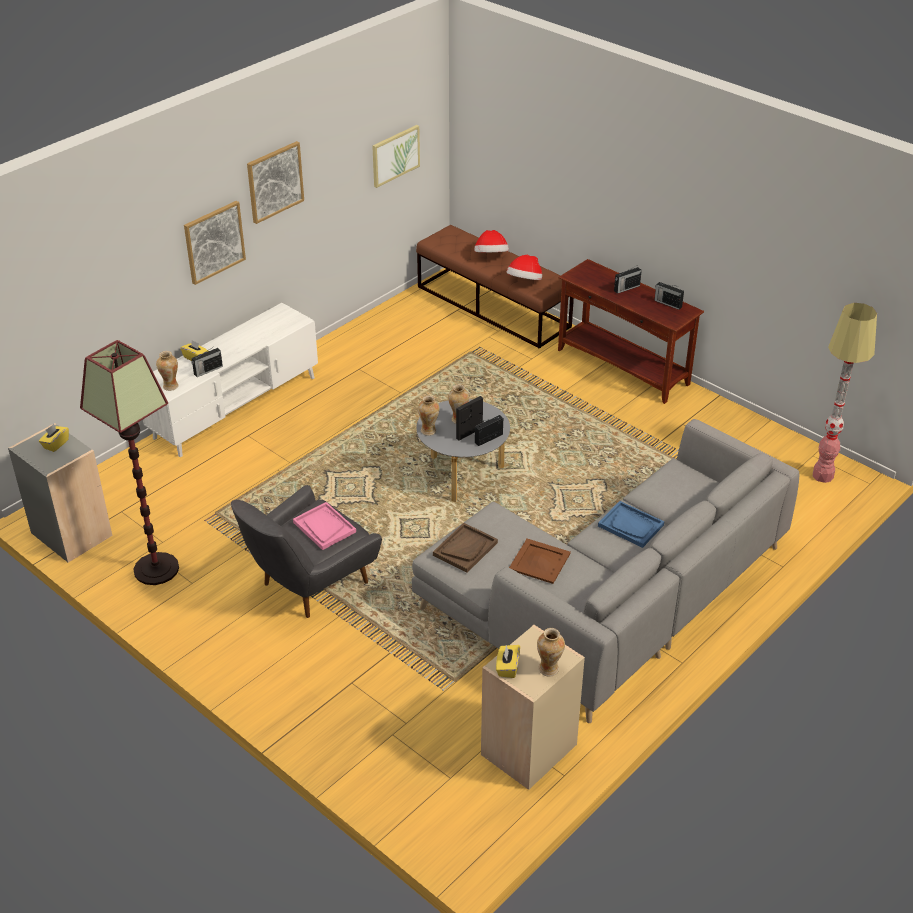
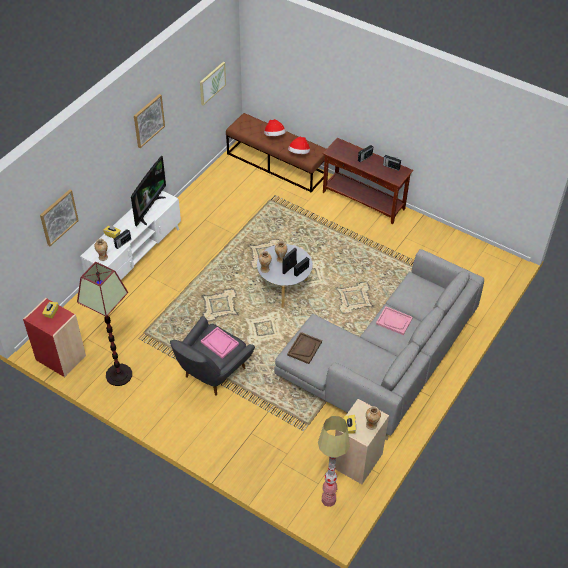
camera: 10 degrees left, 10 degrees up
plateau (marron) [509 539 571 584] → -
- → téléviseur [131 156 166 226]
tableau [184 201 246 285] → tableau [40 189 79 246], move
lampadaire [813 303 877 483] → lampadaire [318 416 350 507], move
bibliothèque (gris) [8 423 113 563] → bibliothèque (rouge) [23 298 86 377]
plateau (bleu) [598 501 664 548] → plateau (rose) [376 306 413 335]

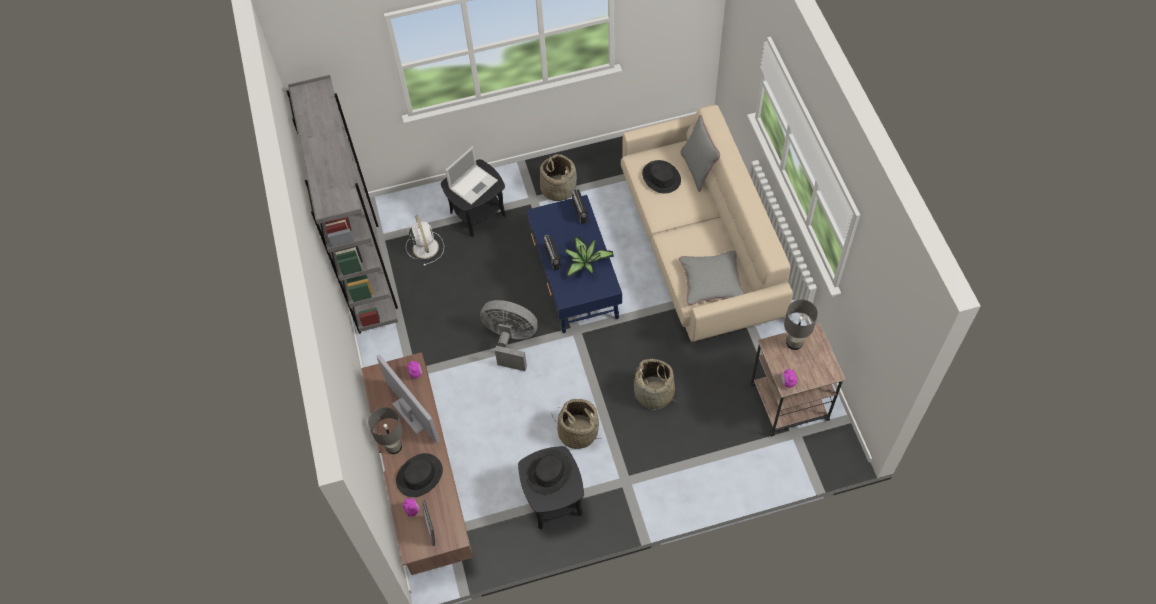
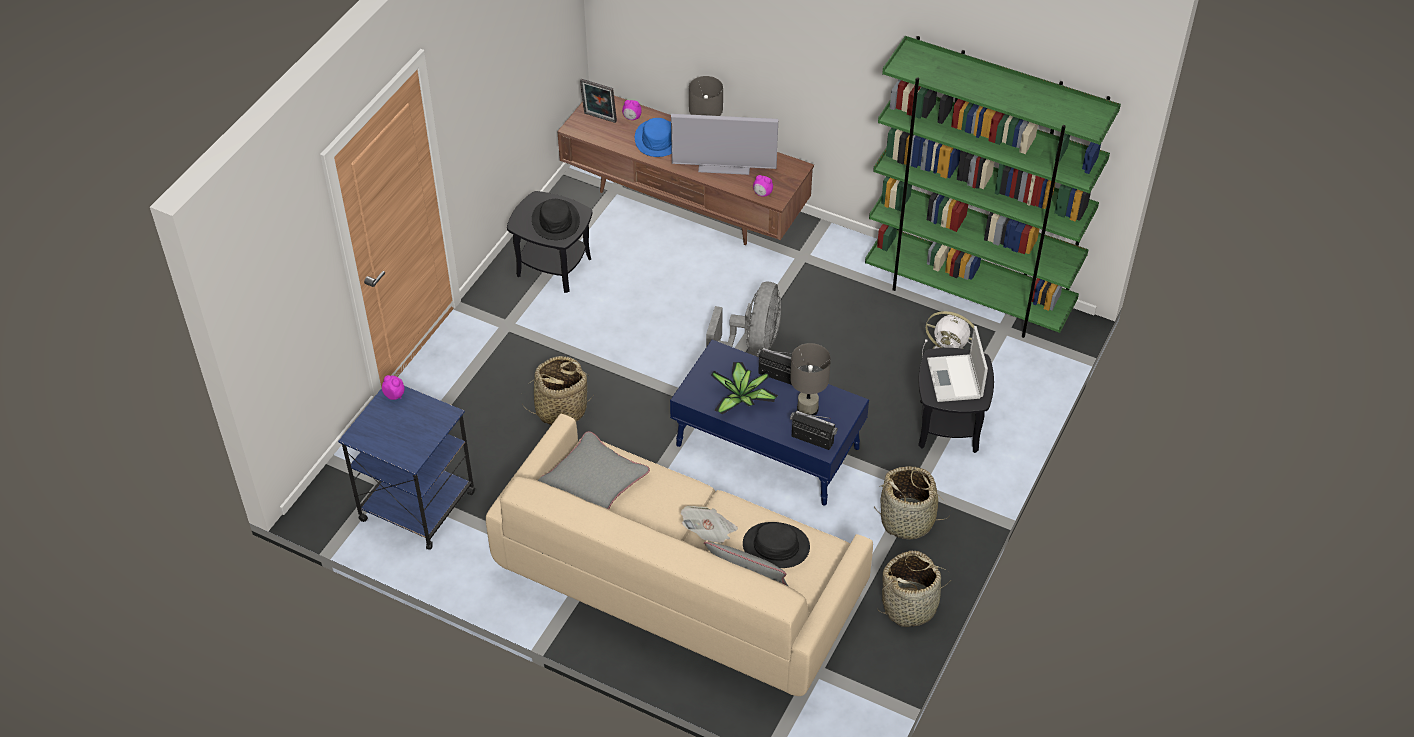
camera: 130 degrees right, 10 degrees down
- → journal [681 506 738 543]
panier [551 399 601 449] → panier [878 551 951 627], move
lampe de table (gris) [784 300 818 350] → lampe de table (gris) [790 343 831 416], move
bibliothèque (gris) [286 75 398 333] → bibliothèque (vert) [865 36 1121 338]
chapeau (noir) [396 453 443 497] → chapeau (bleu) [635 118 672 157]
chariot (marron) [750 323 846 437] → chariot (bleu) [338 386 475 550]
ventilateur (gris) [480 300 538 371] → ventilateur (gris) [706 282 781 356], 45 degrees counterclockwise

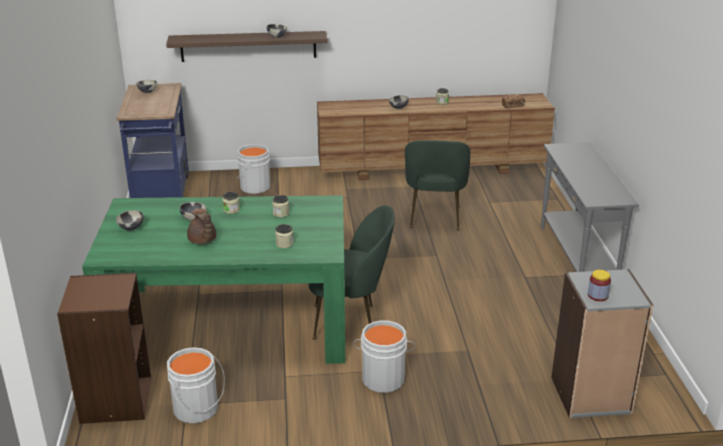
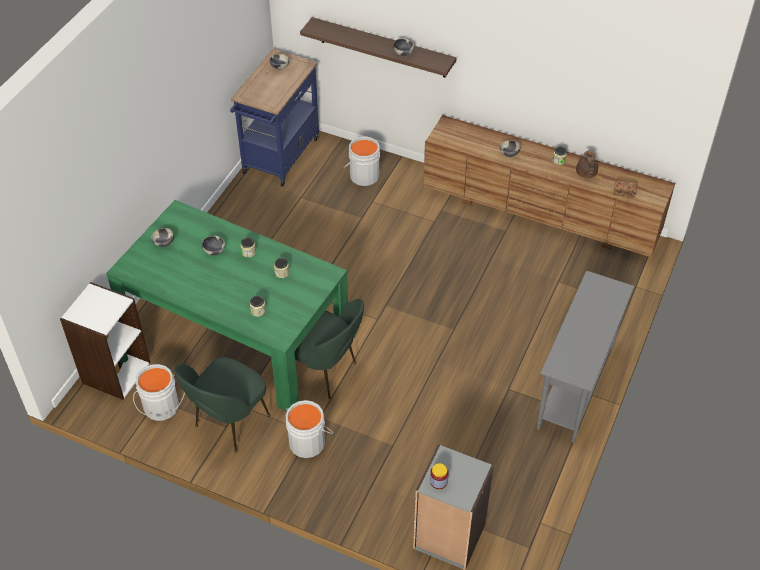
camera: 30 degrees right, 20 degrees up
théière (marron) [187 208 216 244] → théière (marron) [576 151 598 178], move
chaise (vert) [405 140 470 230] → chaise (vert) [174 357 270 452], move
bibliothèque (marron) [57 273 151 424] → bibliothèque (blanc) [60 282 150 400]

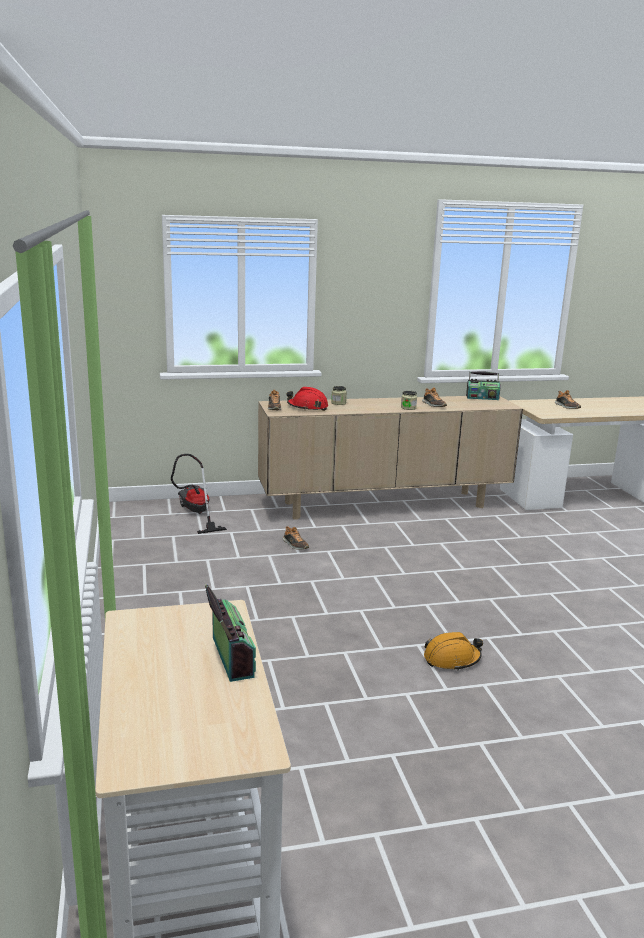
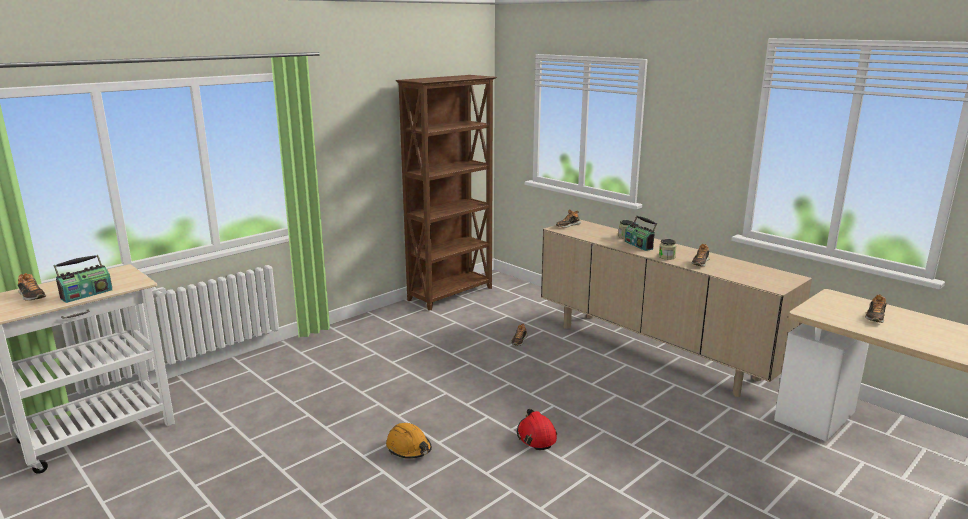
camera: 60 degrees right, 0 degrees up
aspirateur [171 454 227 534] → -
- → chaussure [18 273 46 300]
- → bibliothèque (marron) [396 75 497 311]
casque de chantier (rouge) [287 387 328 411] → casque de chantier (rouge) [517 409 557 450], move
radio [466 371 500 400] → radio [625 216 657 251], move

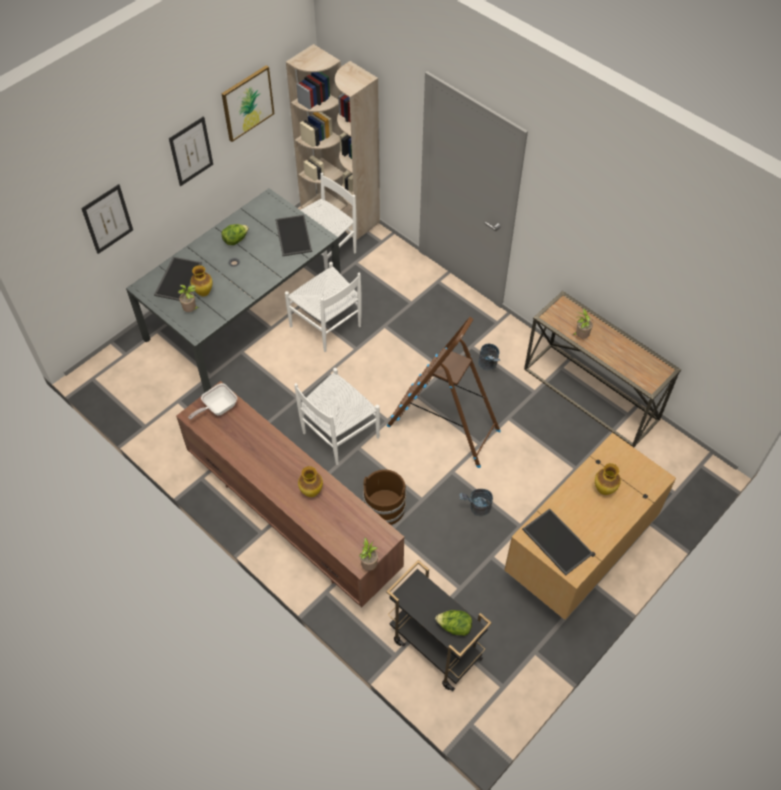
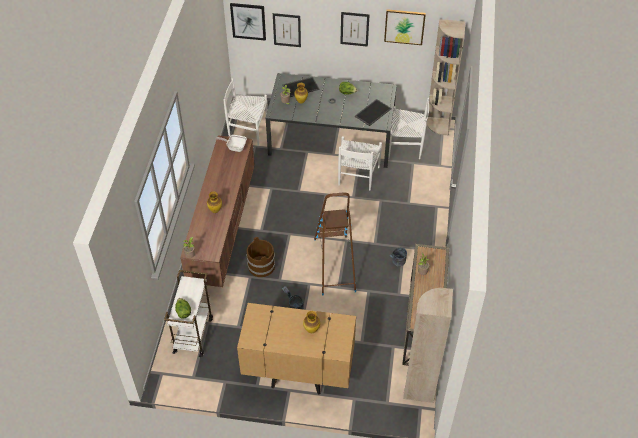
camera: 55 degrees right, 5 degrees down
plateau [522 509 593 576] → -
- → tableau [230 3 266 41]
chaise (blanc) [294 368 380 465] → chaise (blanc) [223 78 268 146], move
bibliothèque (beige) [335 61 380 240] → bibliothèque (beige) [403 288 453 403], move
chariot (noir) [386 560 492 691] → chariot (blanc) [164 270 213 357]

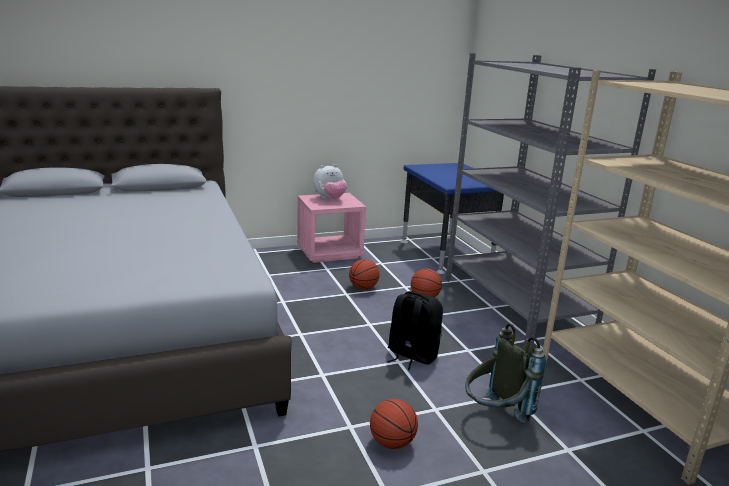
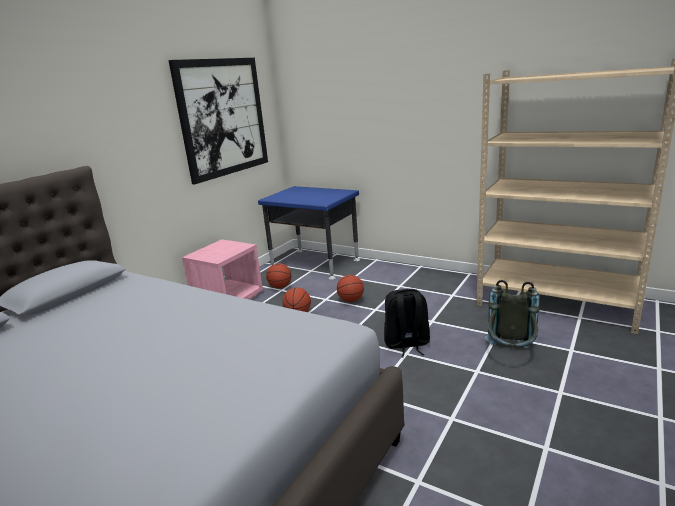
camera: 35 degrees left, 0 degrees up
peluche [313 164 347 199] → -
bibliothèque (gris) [446 53 656 349] → -
- → tableau [168 58 268 184]
ballon de basket [370 399 418 449] → ballon de basket [266 263 291 288], move

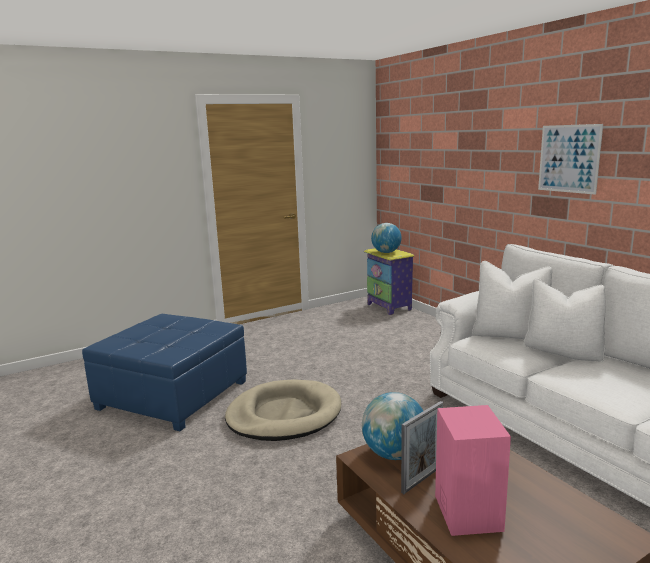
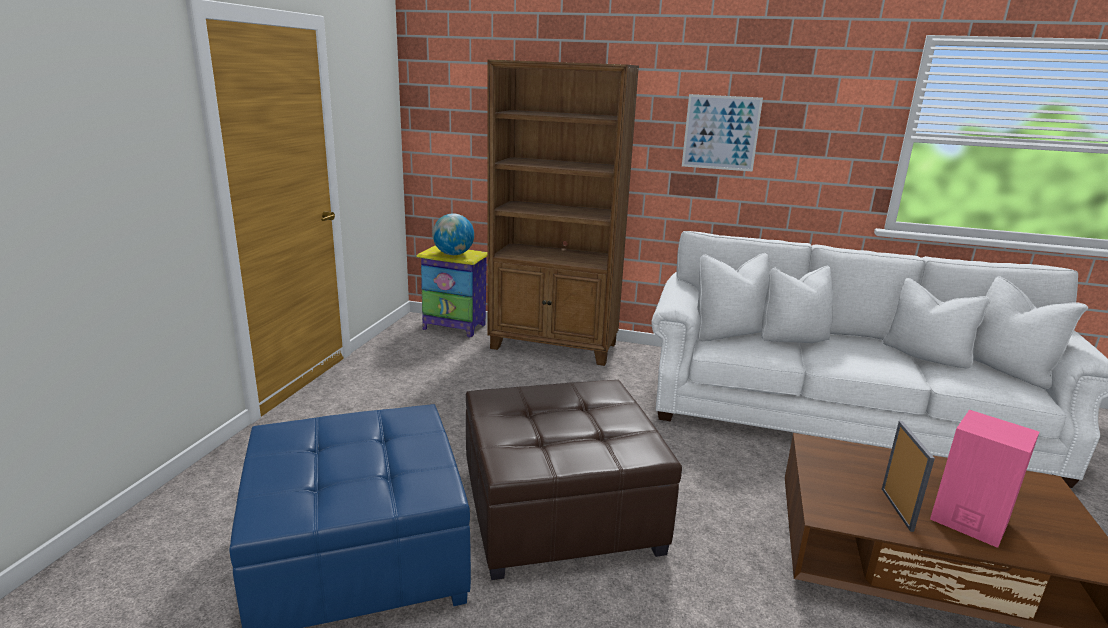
camera: 45 degrees left, 5 degrees up
globe [362 392 423 460] → -
- → bibliothèque (marron) [487 59 639 366]
panier pour chien (beige) [225 379 341 441] → pouf (marron) [466 380 682 580]

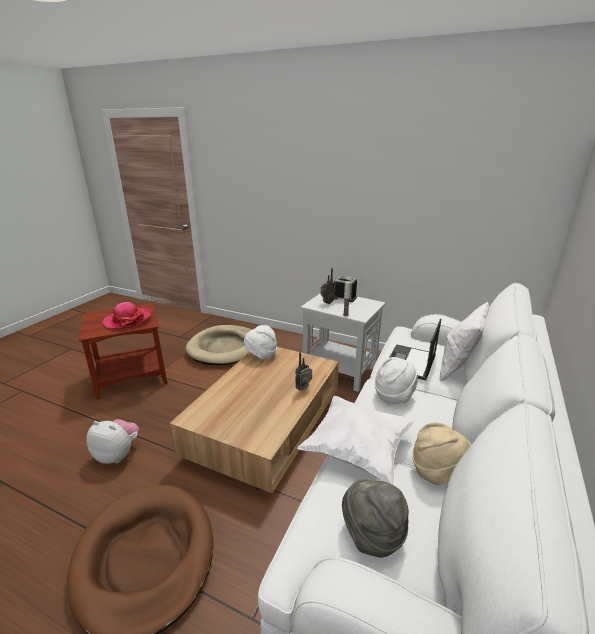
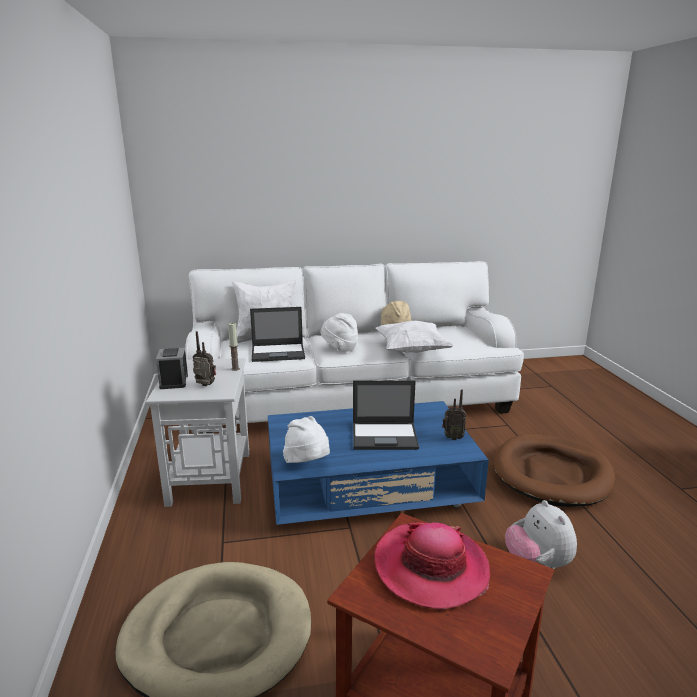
camera: 125 degrees left, 5 degrees down
chapeau (gris) [342 480 409 557] → -
- → ordinateur portable [353 380 419 450]
radio [295 352 312 390] → radio [442 389 466 440], move
table basse (marron) [169 347 339 493] → table basse (bleu) [268 401 489 525]

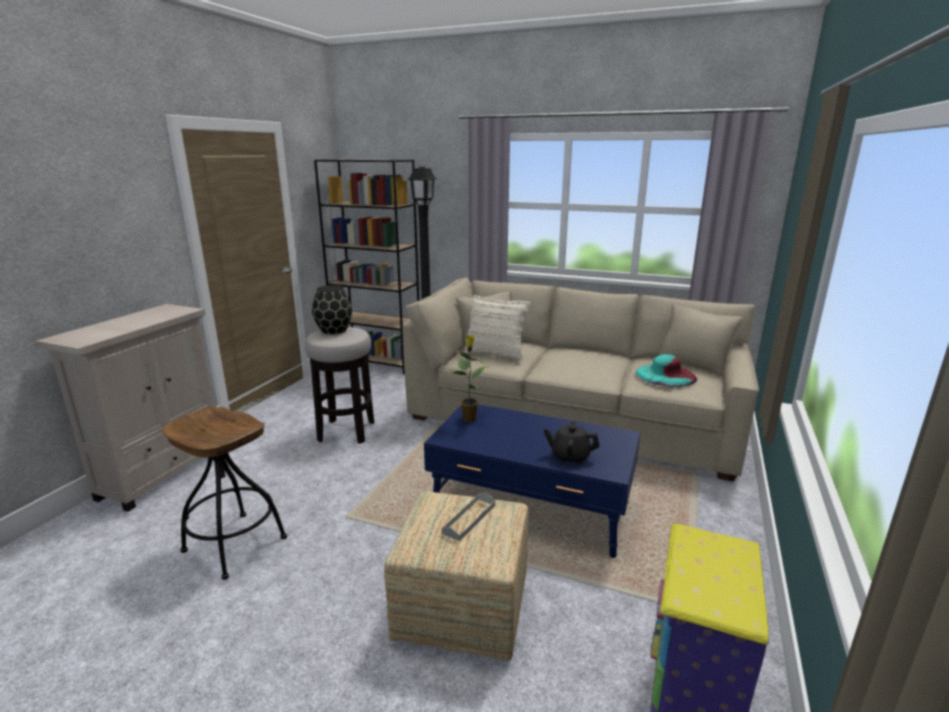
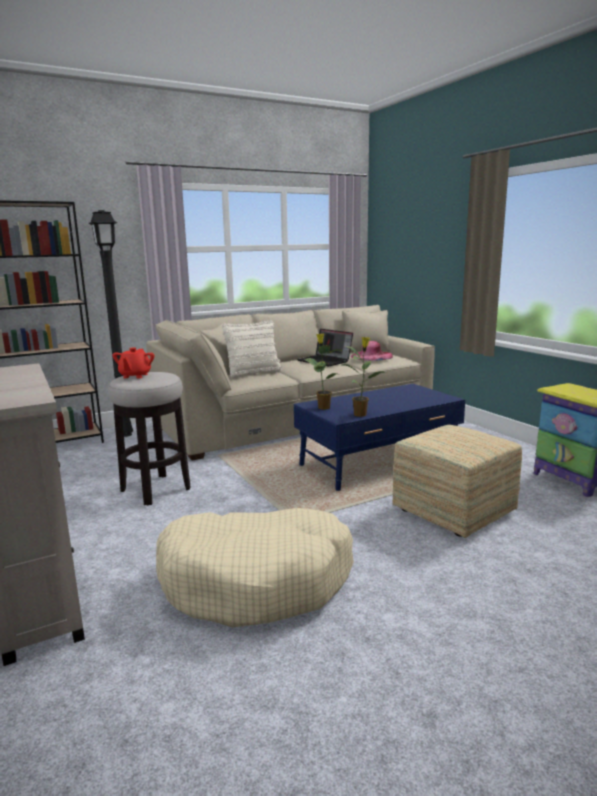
camera: 50 degrees left, 5 degrees down
plateau (gris) [441 493 495 541] → -
théière (noir) [544 421 599 465] → -
- → ordinateur portable [297 329 353 366]
- → plante en pot [342 337 387 417]
tabouret (marron) [162 407 287 580] → panier pour chien (beige) [156 508 354 628]
vase (noir) [312 285 352 334] → théière (rouge) [112 347 154 378]
chapeau (turquoise) [636 354 697 387] → chapeau (rose) [351 341 393 361]

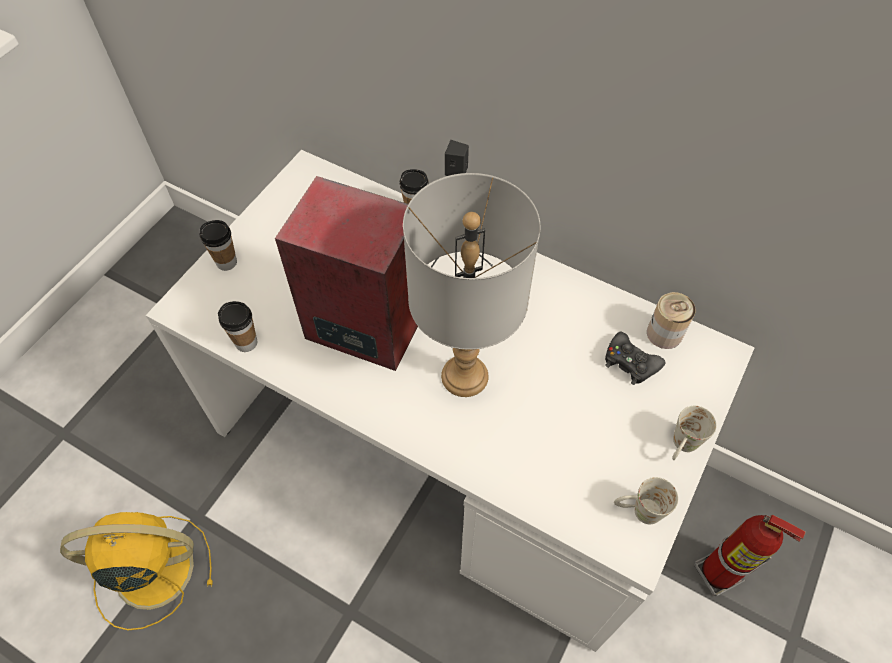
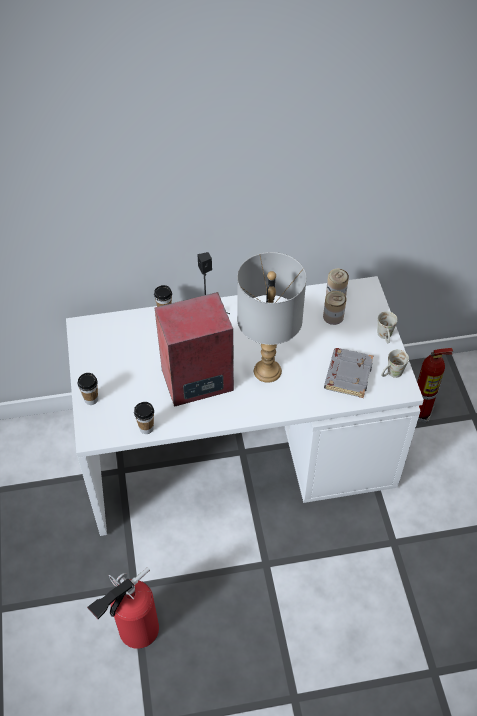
camera: 40 degrees left, 5 degrees down
- → livre (gris) [324 348 373 398]
ventilateur (jaune) [60 512 213 630] → extincteur [87 567 159 649]
manette (noir) [605 332 665 385] → boîte métallique [323 291 346 325]

